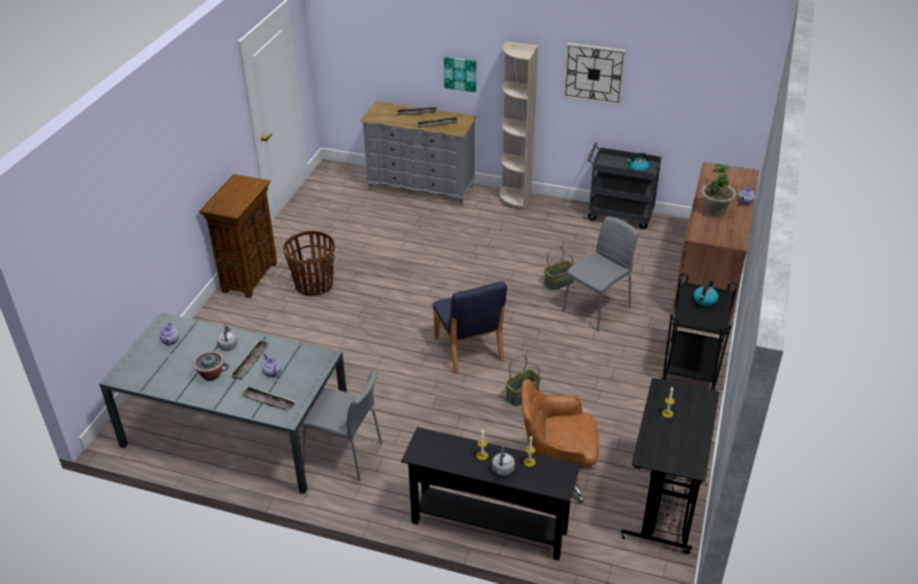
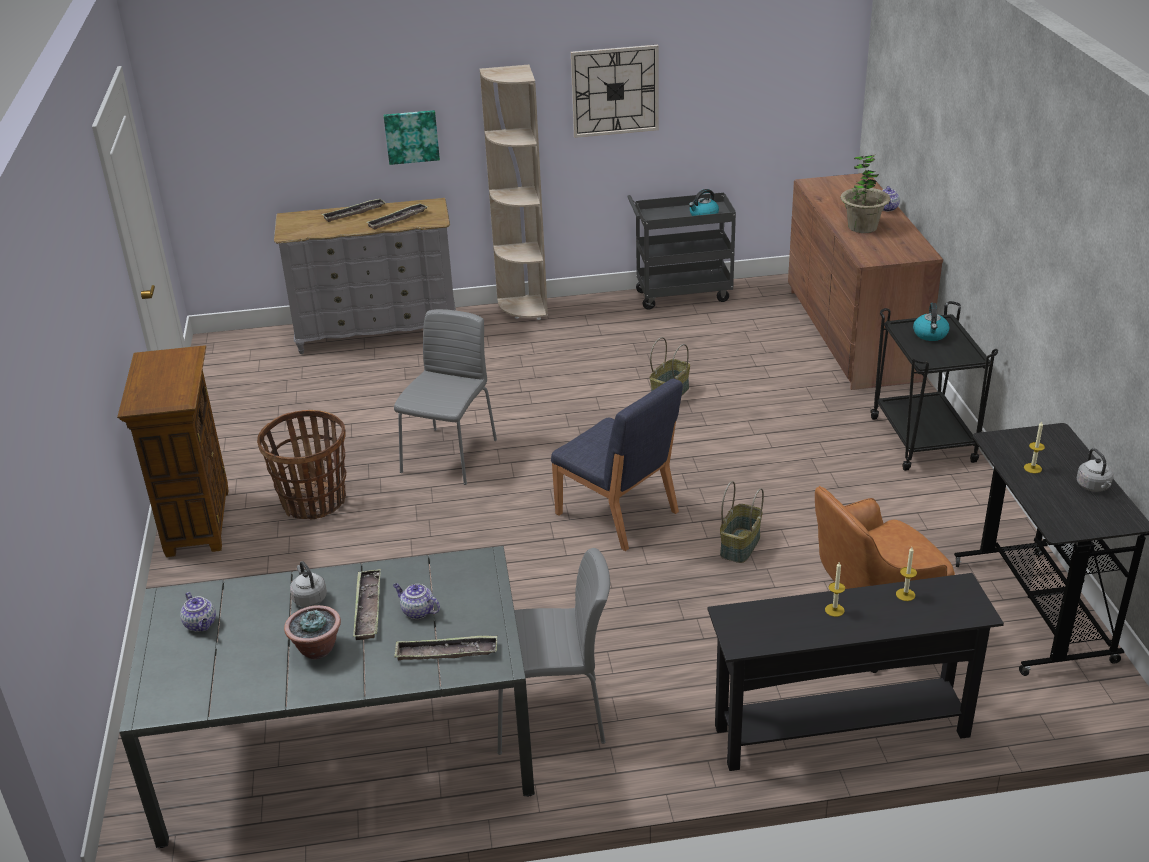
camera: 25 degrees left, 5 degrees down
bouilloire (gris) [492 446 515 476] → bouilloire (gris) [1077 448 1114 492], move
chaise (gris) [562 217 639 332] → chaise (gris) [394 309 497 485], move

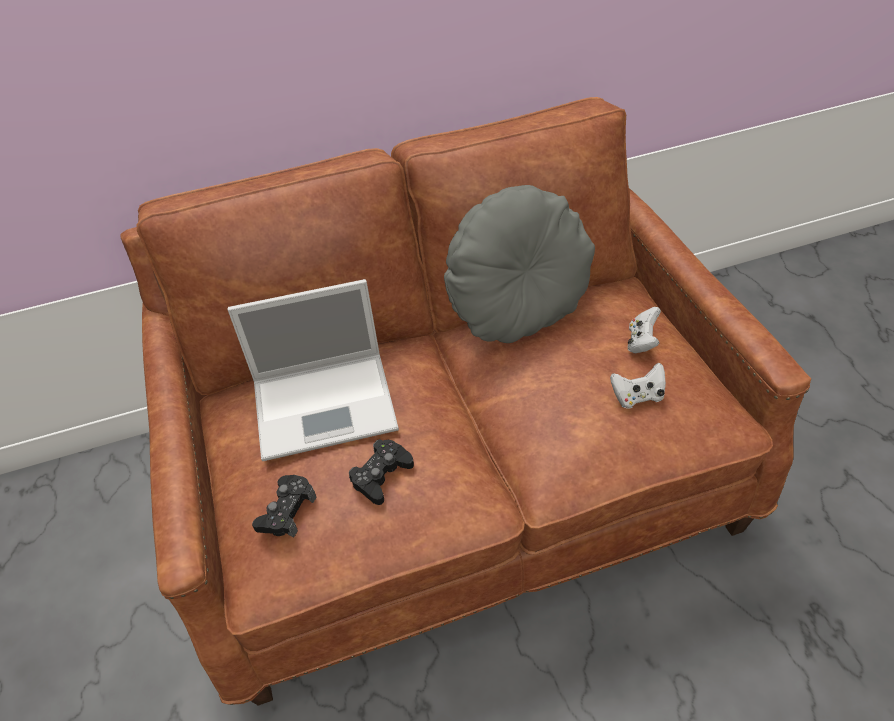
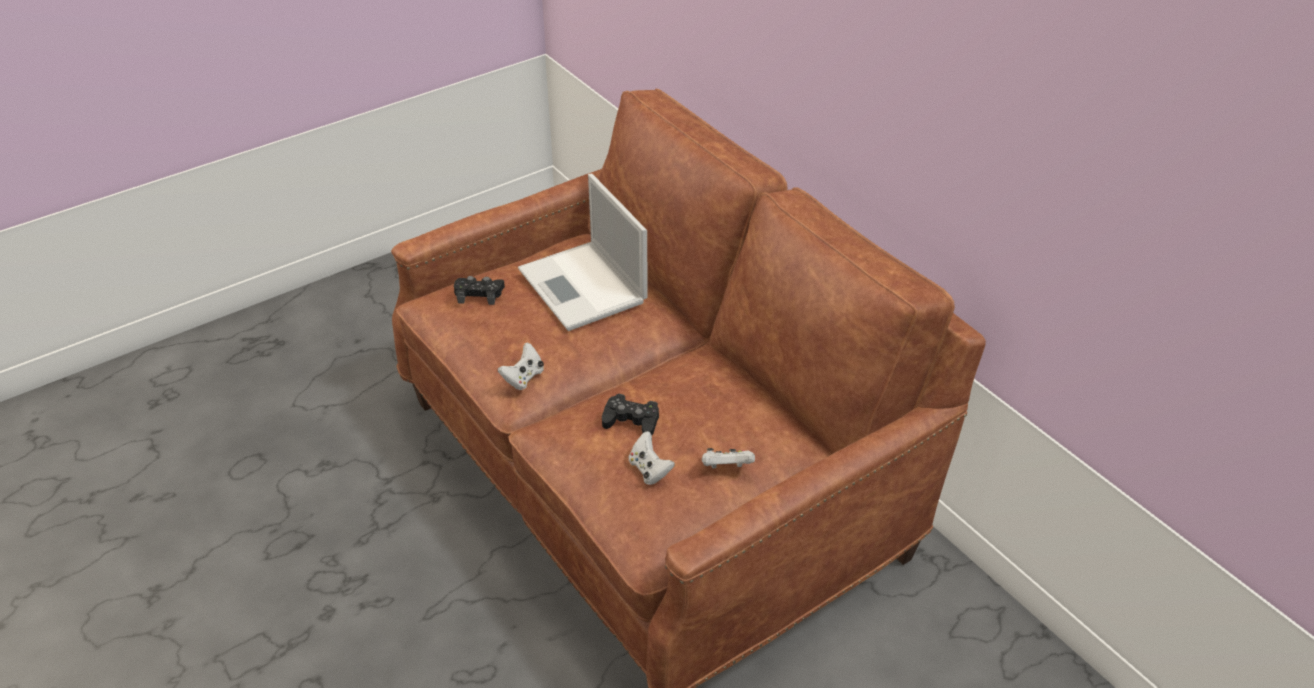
camera: 70 degrees right, 5 degrees down
coussin (gris) [444 185 595 343] → -
- → manette (blanc) [498 342 544 390]
manette (noir) [349 439 414 505] → manette (noir) [602 394 659 435], move

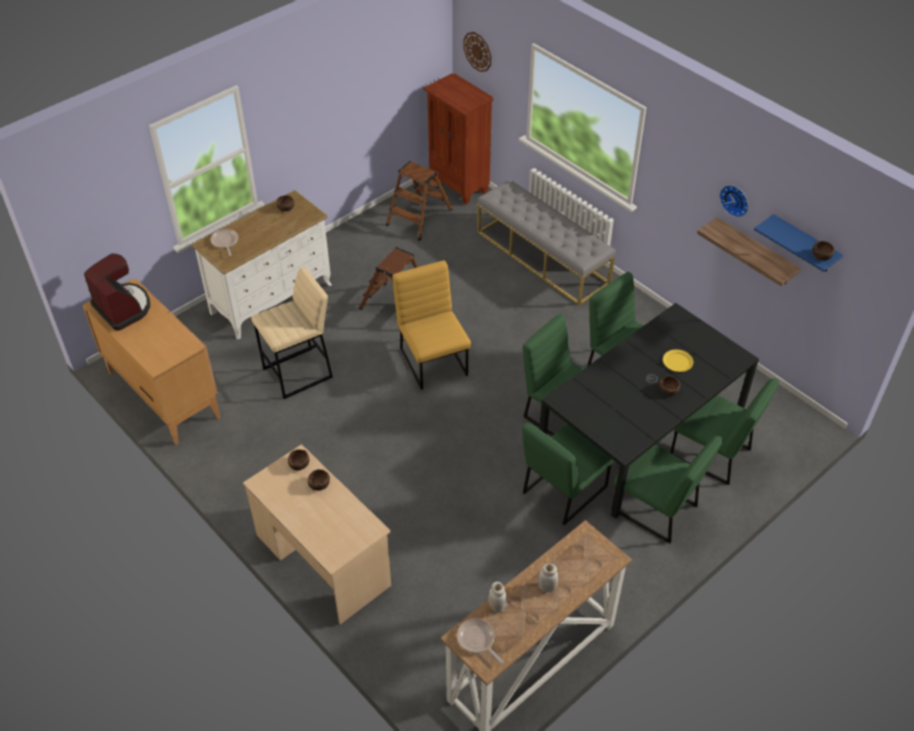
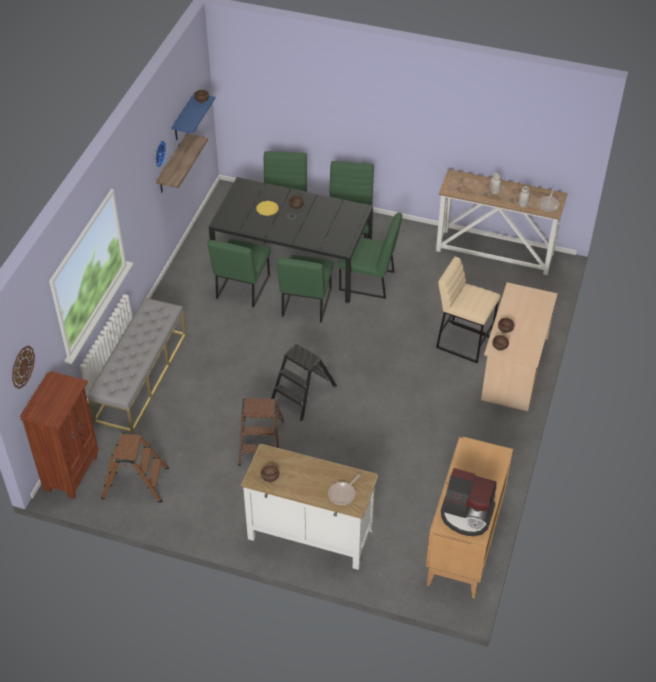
camera: 120 degrees left, 0 degrees up
tabouret (beige) [251 267 333 399] → tabouret (beige) [436 257 500 363], move
chaise (jaune) [392 260 471 390] → escabeau (noir) [271 343 337 421]
machine à café [84 253 150 331] → machine à café [441 468 497 536], 90 degrees counterclockwise

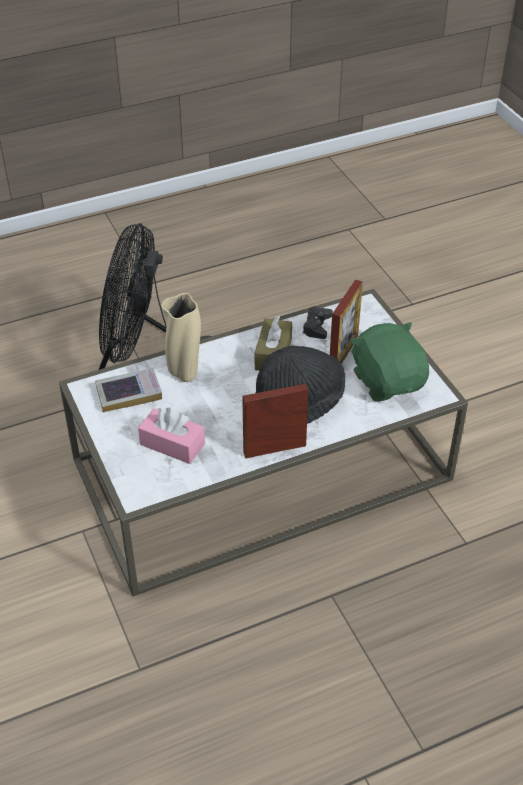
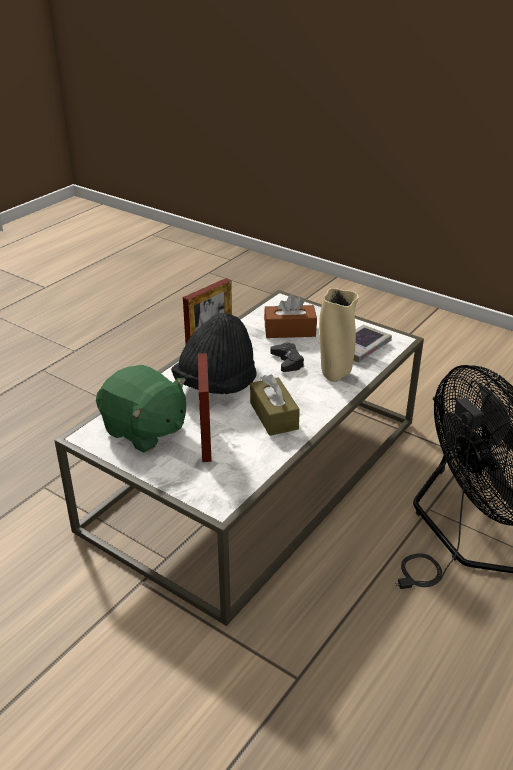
camera: 150 degrees right, 10 degrees down
manette (noir) [302 306 333 339] → manette (noir) [270 342 304 372], move
boîte à mouchoirs (rose) [138 408 205 464] → boîte à mouchoirs (marron) [264 294 317 338]

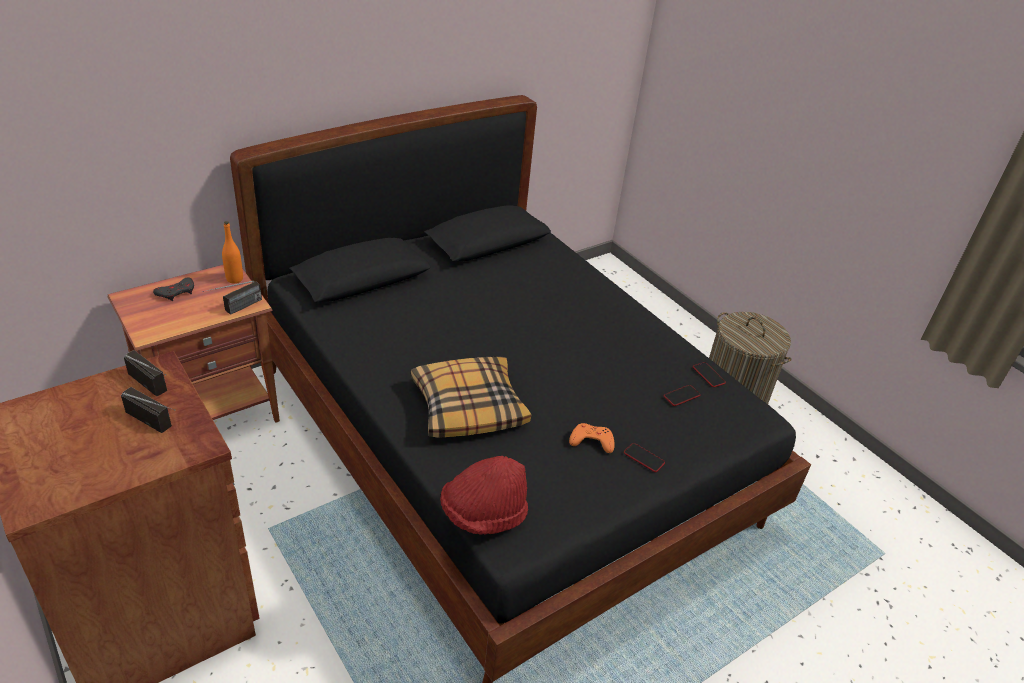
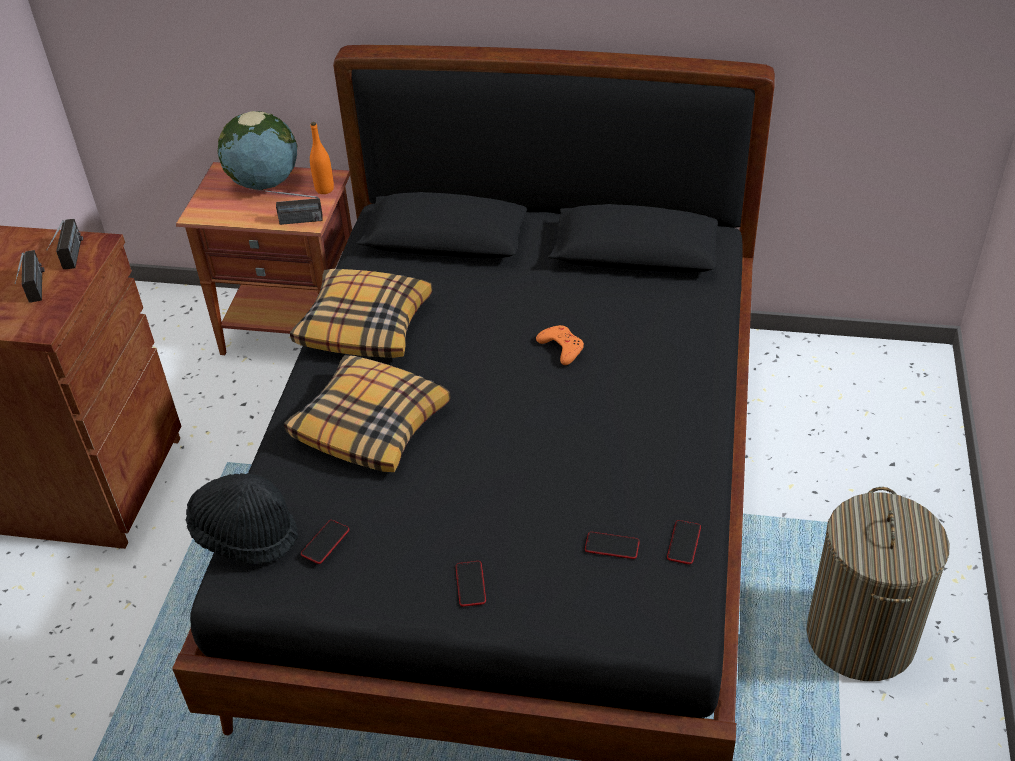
camera: 50 degrees right, 5 degrees up
- → coussin [290 269 433 358]
- → téléphone [301 520 349 564]
manette (orange) [569 423 615 453] → manette (orange) [536 325 584 365], move
manette (gris) [153 277 194 301] → globe [218 111 298 190]
chapeau (rouge) [440 455 528 535] → chapeau (noir) [186 473 298 564]

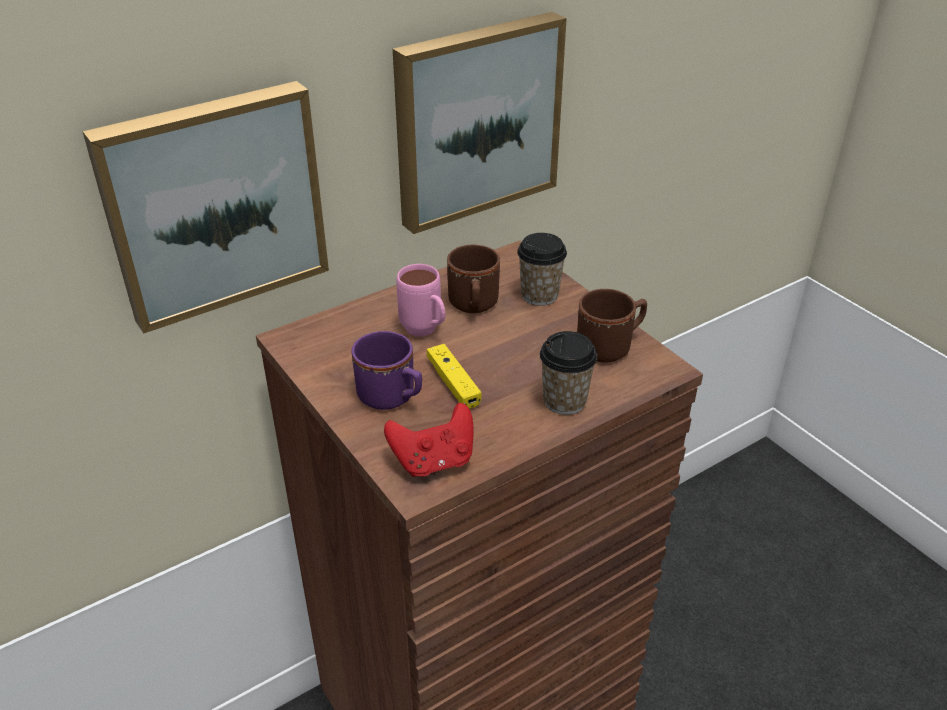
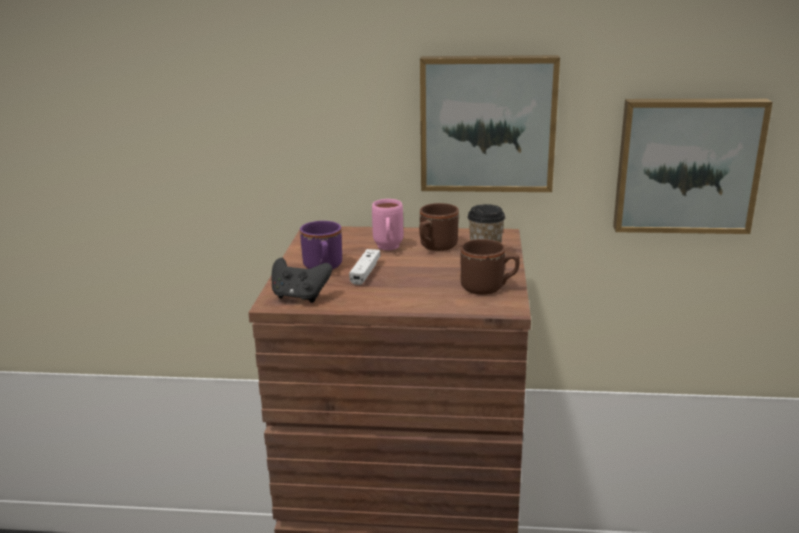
camera: 40 degrees right, 15 degrees down
tasse [540 331 597 415] → -
tableau [83 81 329 334] → tableau [613 99 773 234], move
manette (rouge) [384 403 473 477] → manette (noir) [271 258 332 303]
manette (jaune) [427 344 482 409] → manette (blanc) [349 249 380 285]

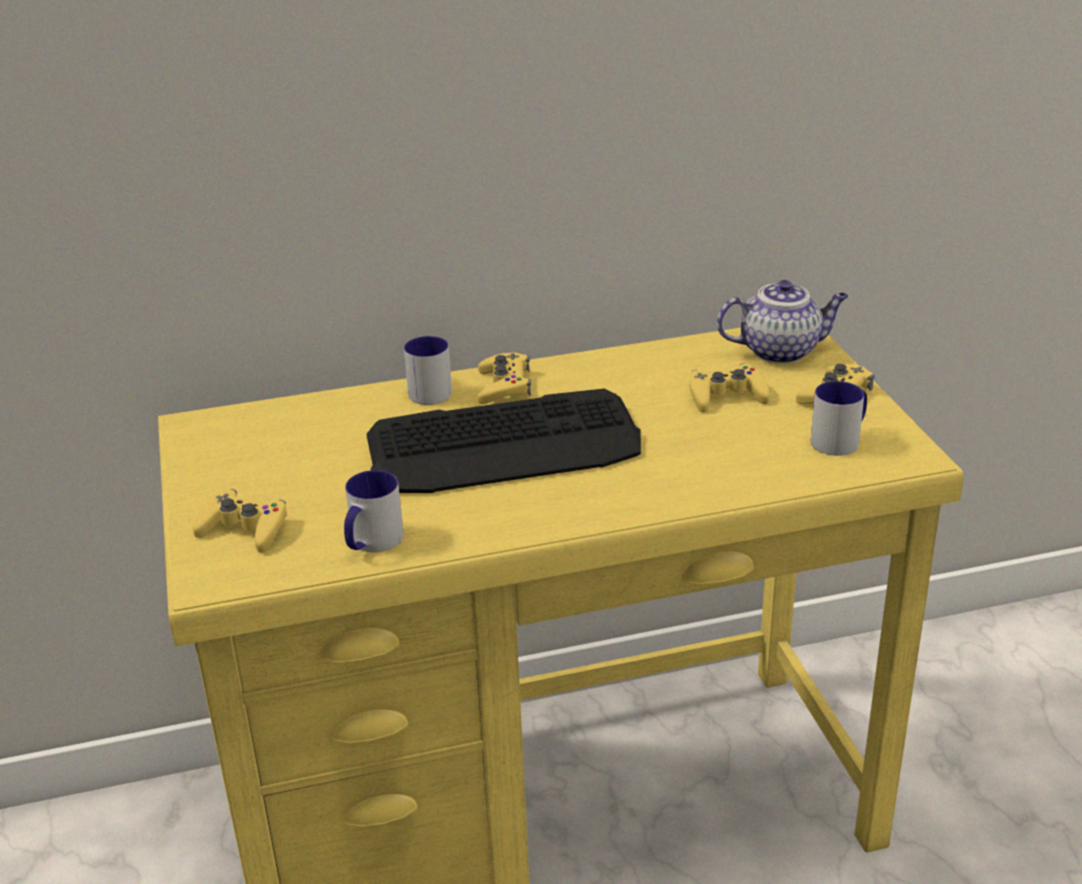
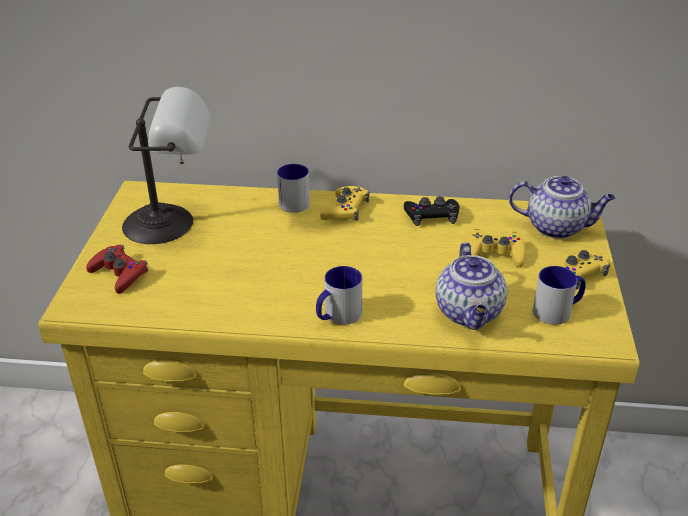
camera: 20 degrees right, 5 degrees up
clavier [367 389 641 493] → -
- → lampe de table [122 87 210 244]
- → manette (noir) [404 196 459 226]
- → théière [436 242 507 330]
mug [344 470 404 552] → mug [316 266 362 325], move
manette (jaune) [193 489 287 553] → manette (rouge) [86 245 148 294]

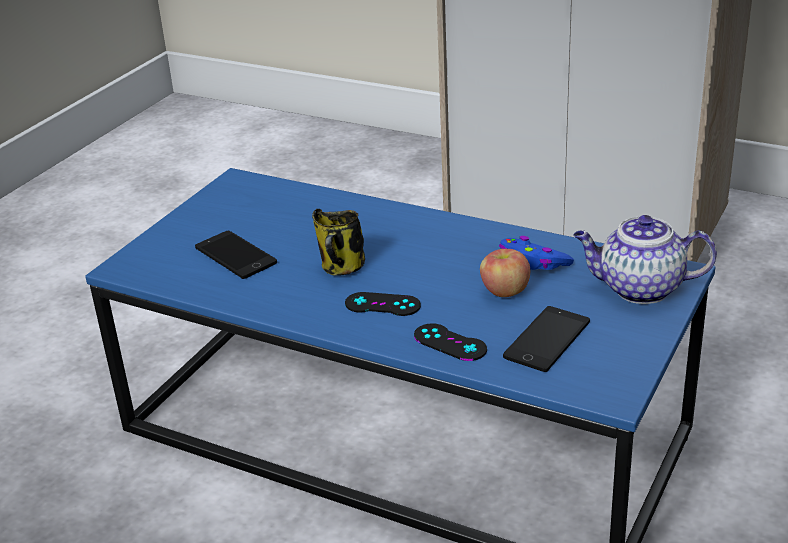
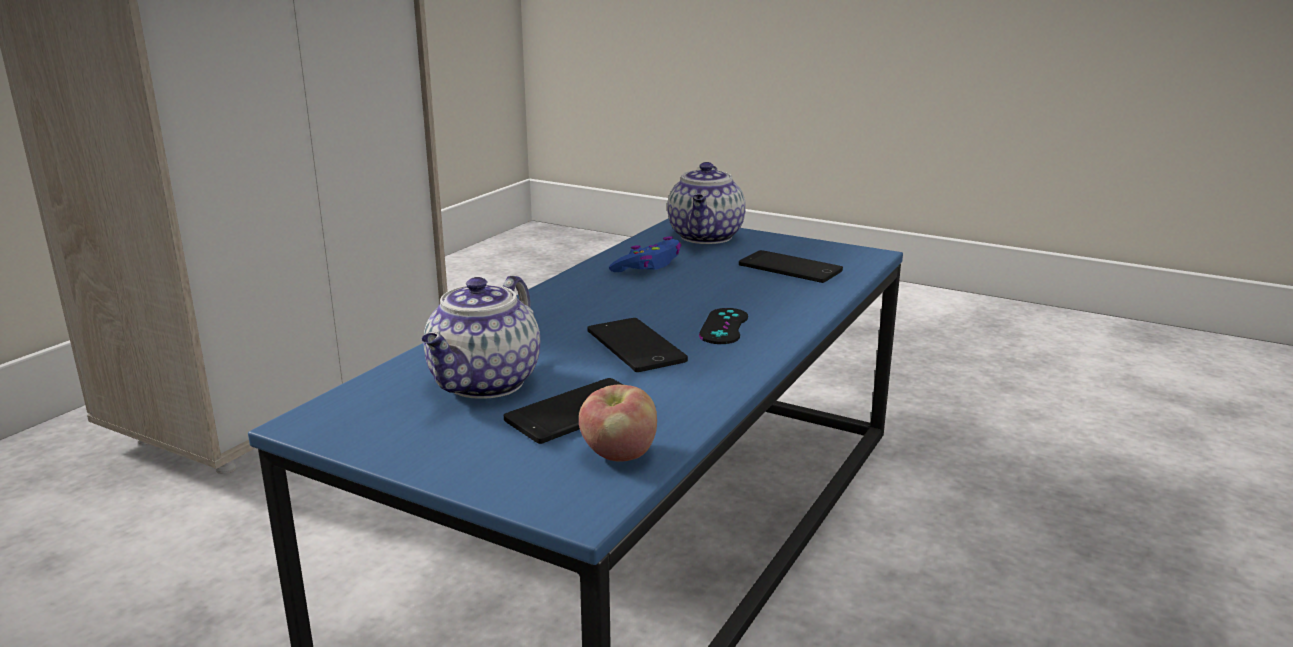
camera: 90 degrees left, 10 degrees down
manette (noir) [414 323 487 361] → -
- → théière [422 275 540 399]
pomme [480 249 530 297] → pomme [579 385 657 462], move
mug [312 209 365 276] → téléphone [587 318 688 372]

